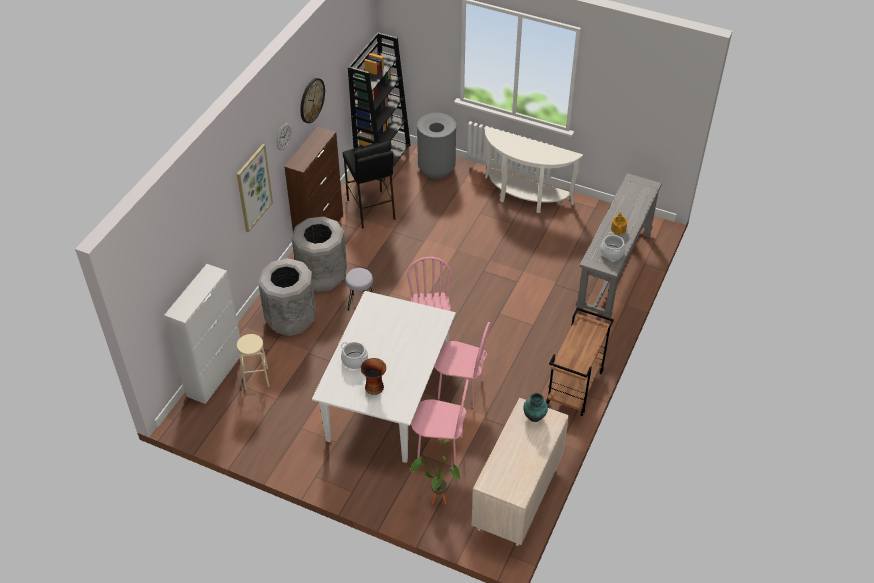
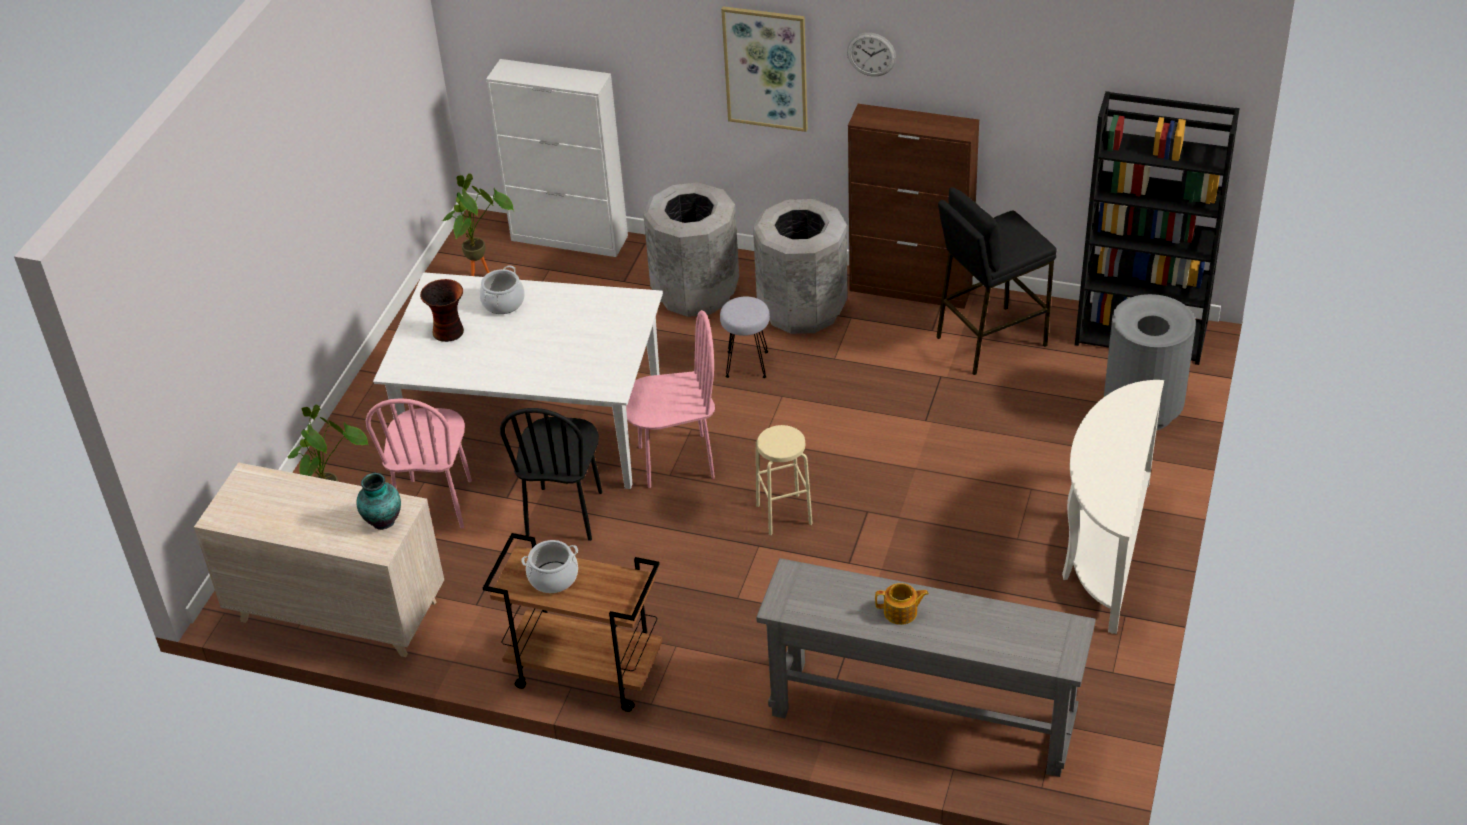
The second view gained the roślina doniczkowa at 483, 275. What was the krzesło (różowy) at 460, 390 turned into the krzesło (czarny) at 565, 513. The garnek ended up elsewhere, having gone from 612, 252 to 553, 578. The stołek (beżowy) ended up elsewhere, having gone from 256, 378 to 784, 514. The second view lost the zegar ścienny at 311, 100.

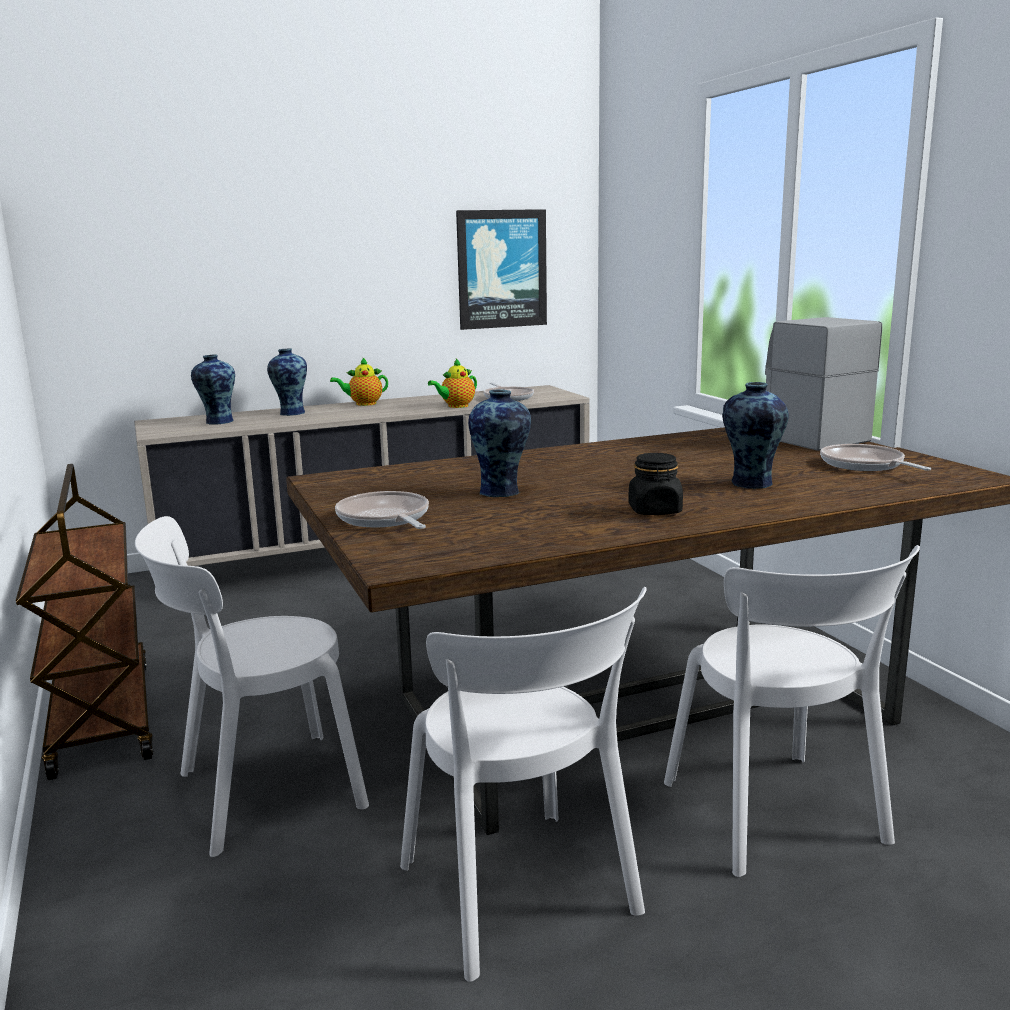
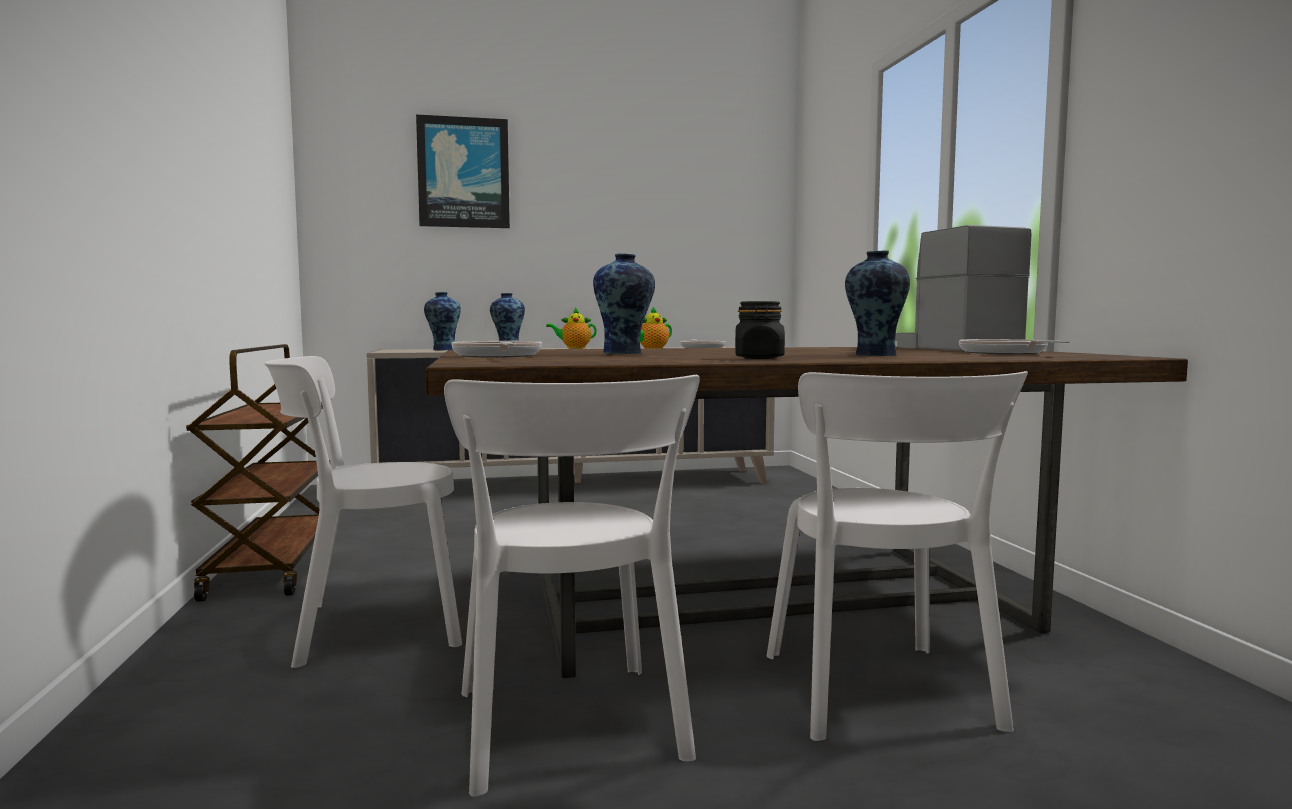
The obraz ended up elsewhere, having gone from 501, 269 to 463, 173.

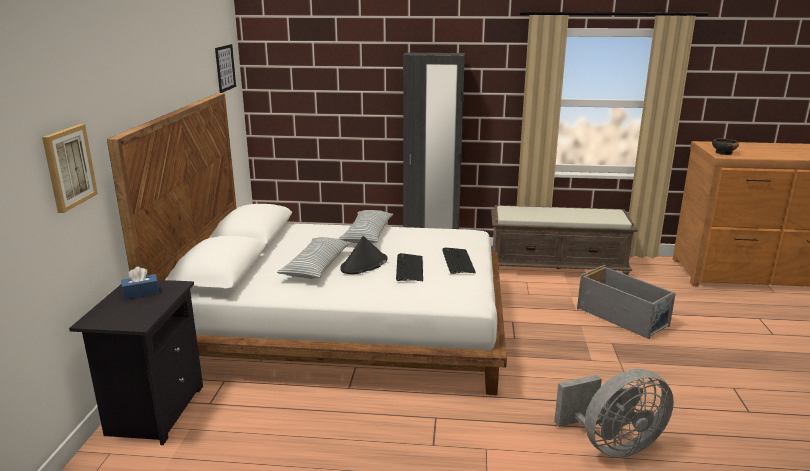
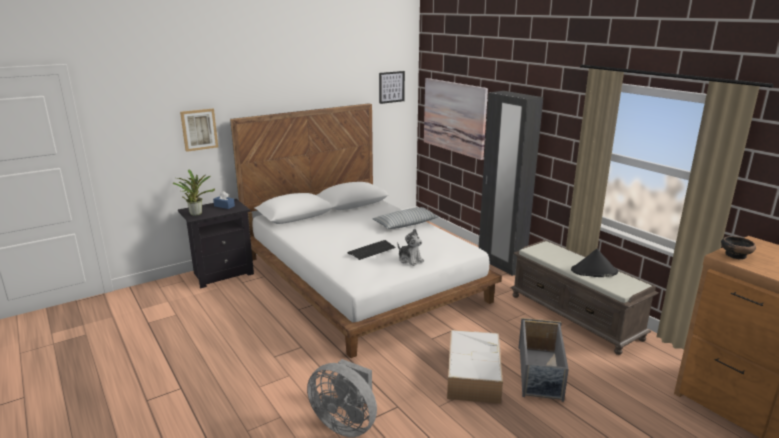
The second view gained the roślina doniczkowa at 196, 213. Where the klawiatura stood at 457, 261, the pluszak came to stand at 410, 260. The second view gained the obraz at 454, 117. The second view gained the pojemnik do przechowywania at 473, 373. The kapelusz (czarny) ended up elsewhere, having gone from 364, 264 to 594, 271. The second view lost the poduszka at 316, 266.

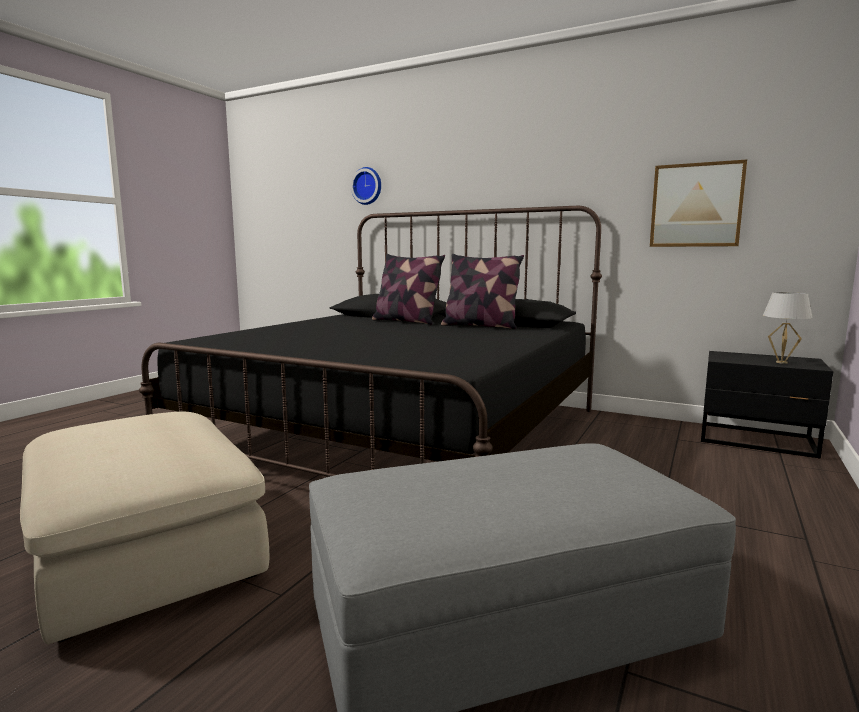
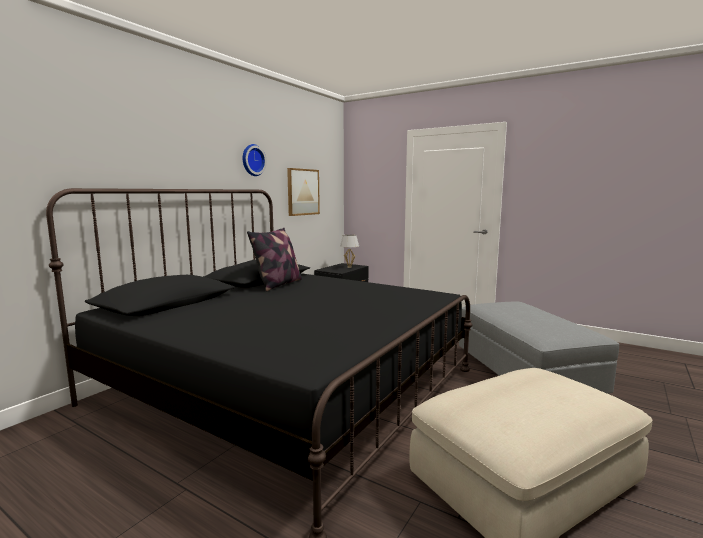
The zegar ścienny ended up elsewhere, having gone from 367, 186 to 252, 160. The second view lost the poduszka at 406, 321.

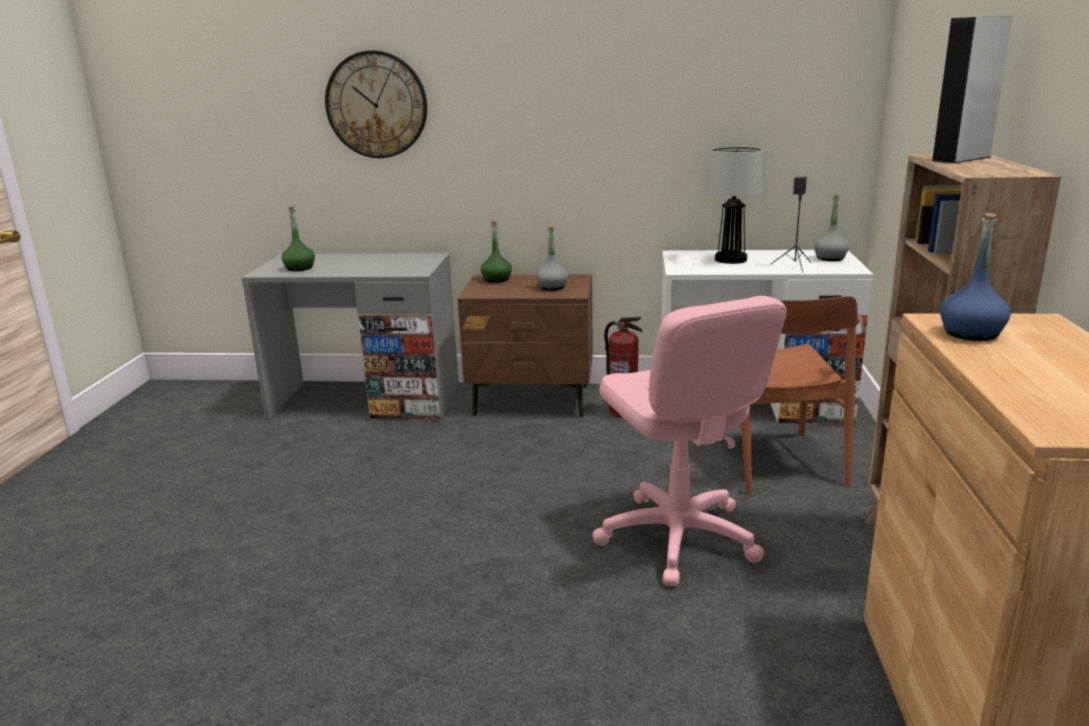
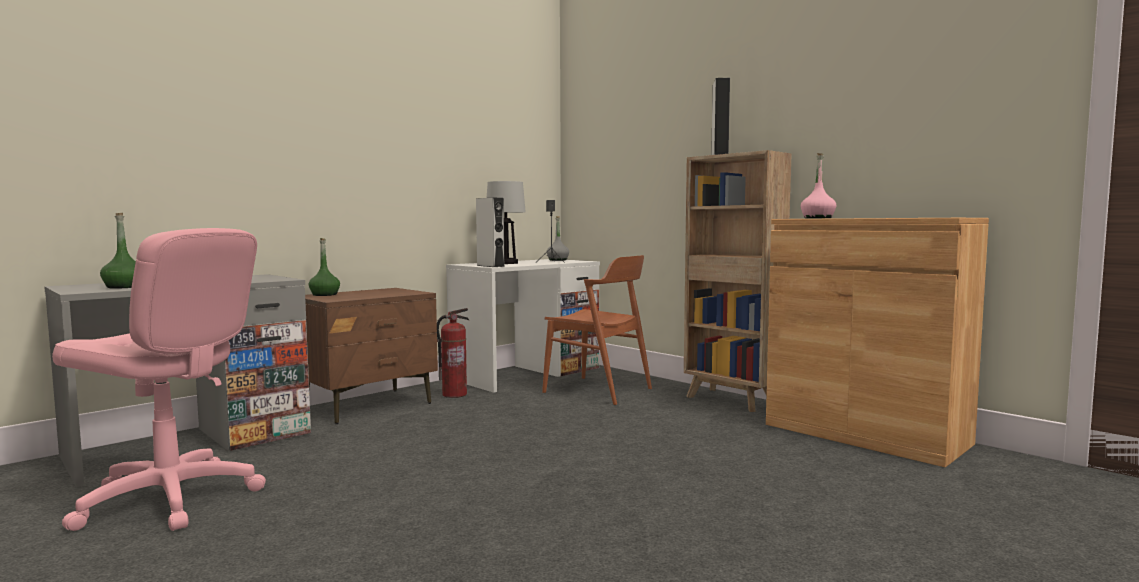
The krzesło biurowe (różowy) ended up elsewhere, having gone from 677, 538 to 169, 499. The second view gained the głośnik (szary) at 490, 266. What was the butelka (niebieski) at 971, 333 turned into the butelka (różowy) at 818, 218. The second view lost the zegar ścienny at 376, 105. The second view lost the butelka (szary) at 552, 287.

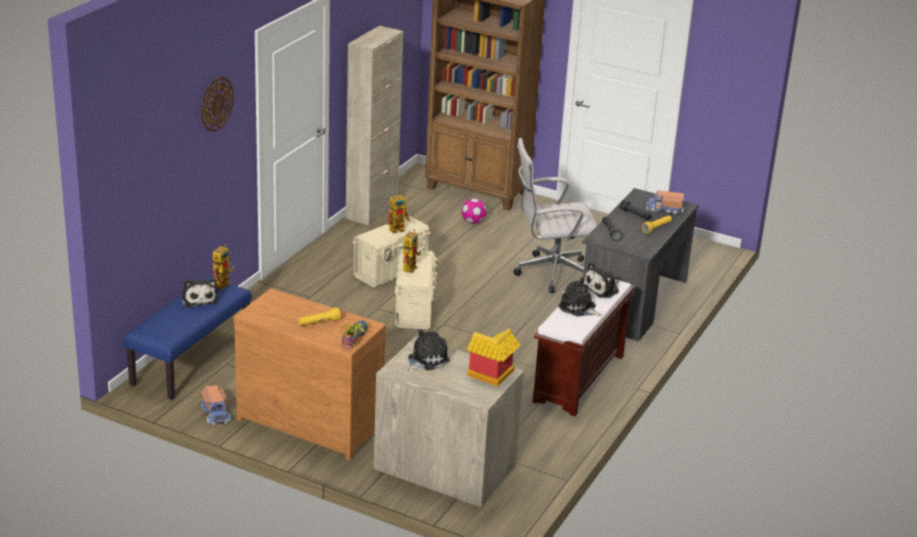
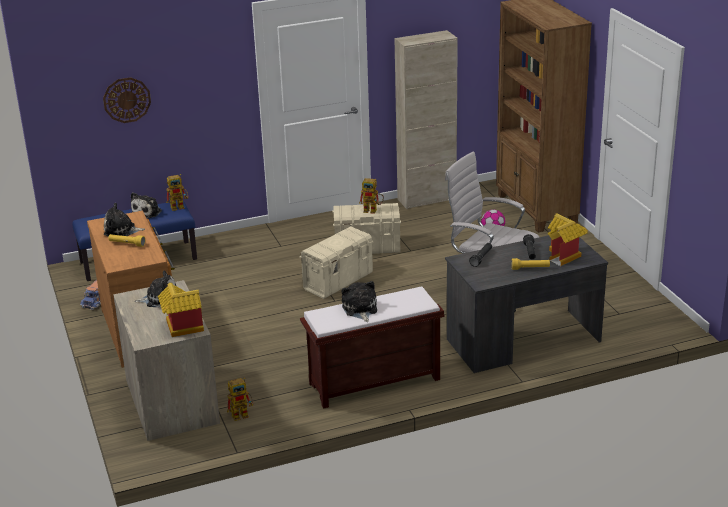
The zegar ścienny ended up elsewhere, having gone from 216, 104 to 127, 100. The pluszak ended up elsewhere, having gone from 602, 289 to 121, 230. The robot zabawkowy ended up elsewhere, having gone from 410, 267 to 243, 414. Where the ciężarówka zabawkowa stood at 664, 210, the domek came to stand at 565, 256. The second view lost the but at 354, 337.

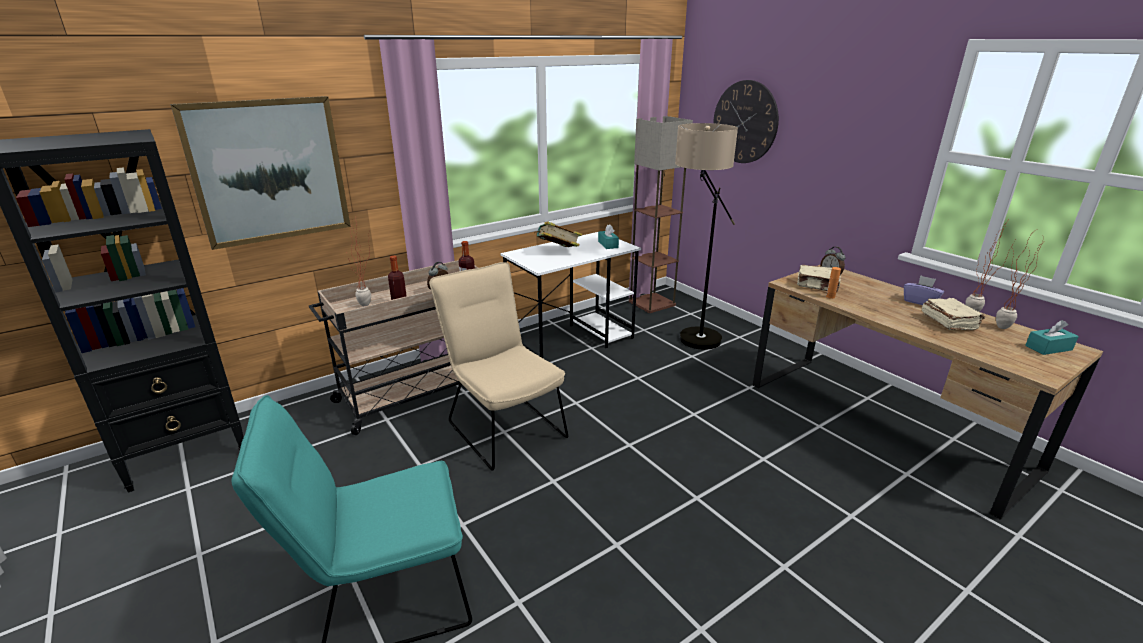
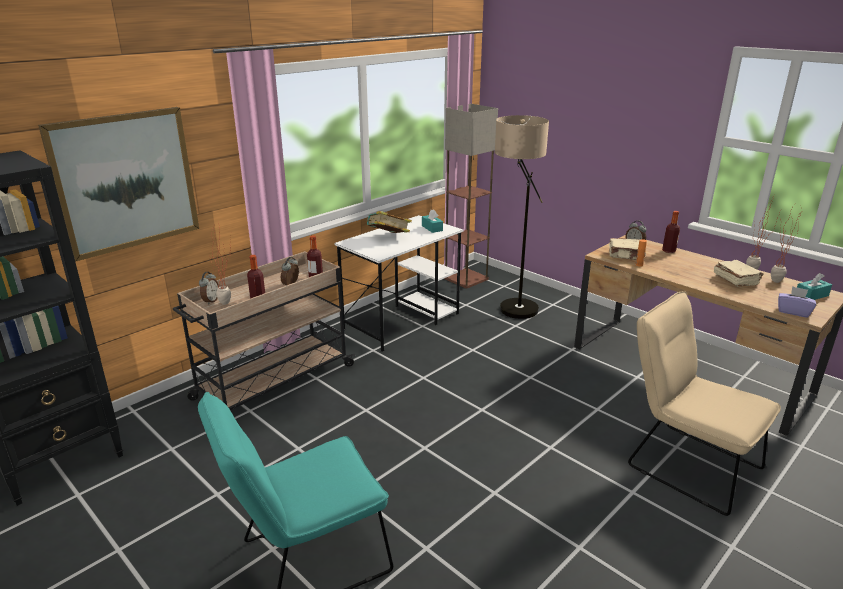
The second view gained the budzik at 211, 301. The krzesło (beżowy) ended up elsewhere, having gone from 502, 425 to 685, 463. The second view gained the butelka at 668, 251. The pudełko chusteczek (fioletowy) ended up elsewhere, having gone from 920, 302 to 793, 312. The second view lost the zegar ścienny at 745, 122.

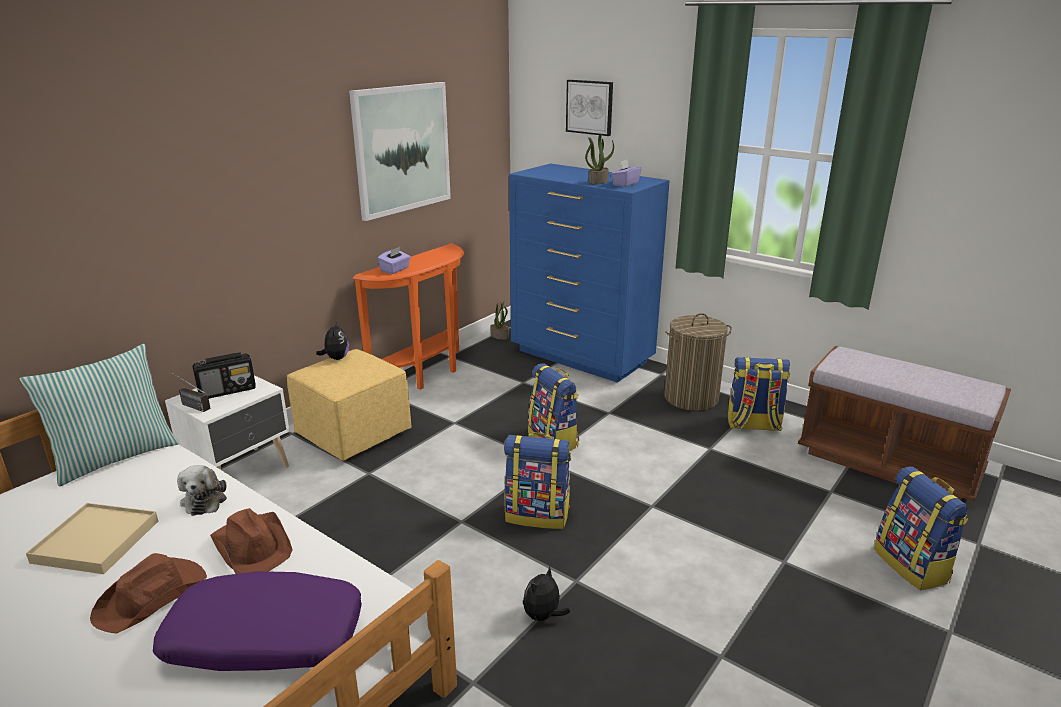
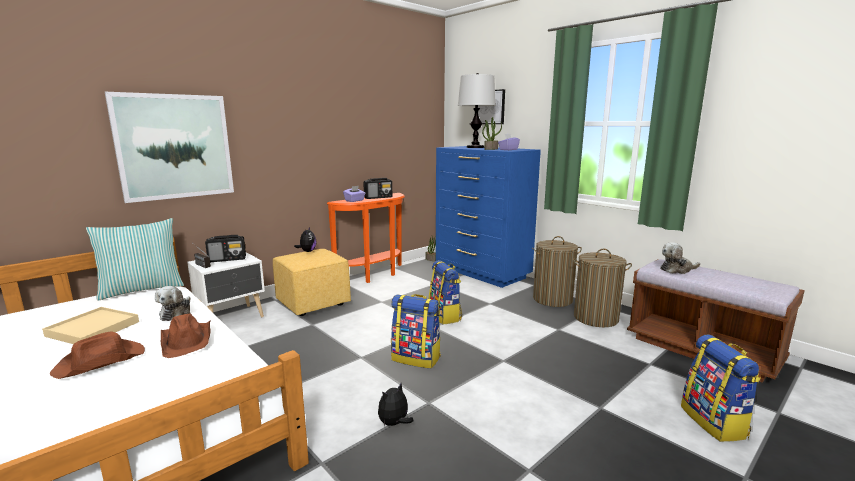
The obraz ended up elsewhere, having gone from 402, 149 to 175, 147. The second view gained the radio at 378, 197. The second view gained the lampa stołowa at 475, 147. Where the plecak stood at 753, 425, the kosz na pranie came to stand at 595, 318. The second view gained the pluszak at 677, 270. The second view lost the poduszka (fioletowy) at 264, 639.

